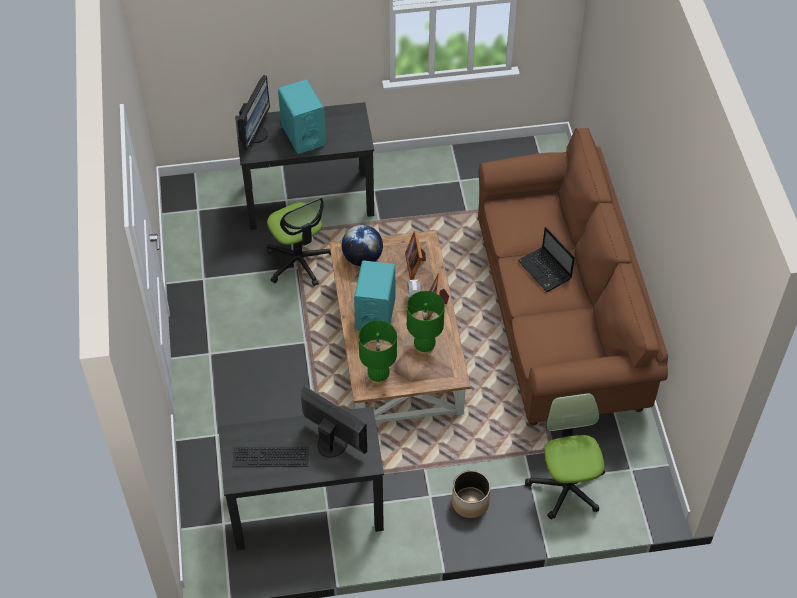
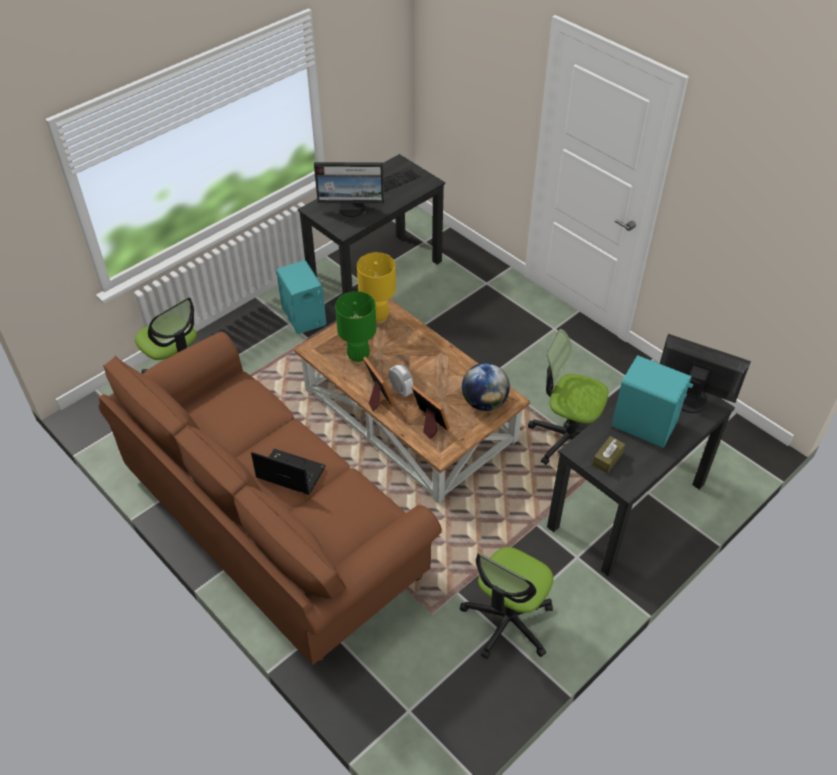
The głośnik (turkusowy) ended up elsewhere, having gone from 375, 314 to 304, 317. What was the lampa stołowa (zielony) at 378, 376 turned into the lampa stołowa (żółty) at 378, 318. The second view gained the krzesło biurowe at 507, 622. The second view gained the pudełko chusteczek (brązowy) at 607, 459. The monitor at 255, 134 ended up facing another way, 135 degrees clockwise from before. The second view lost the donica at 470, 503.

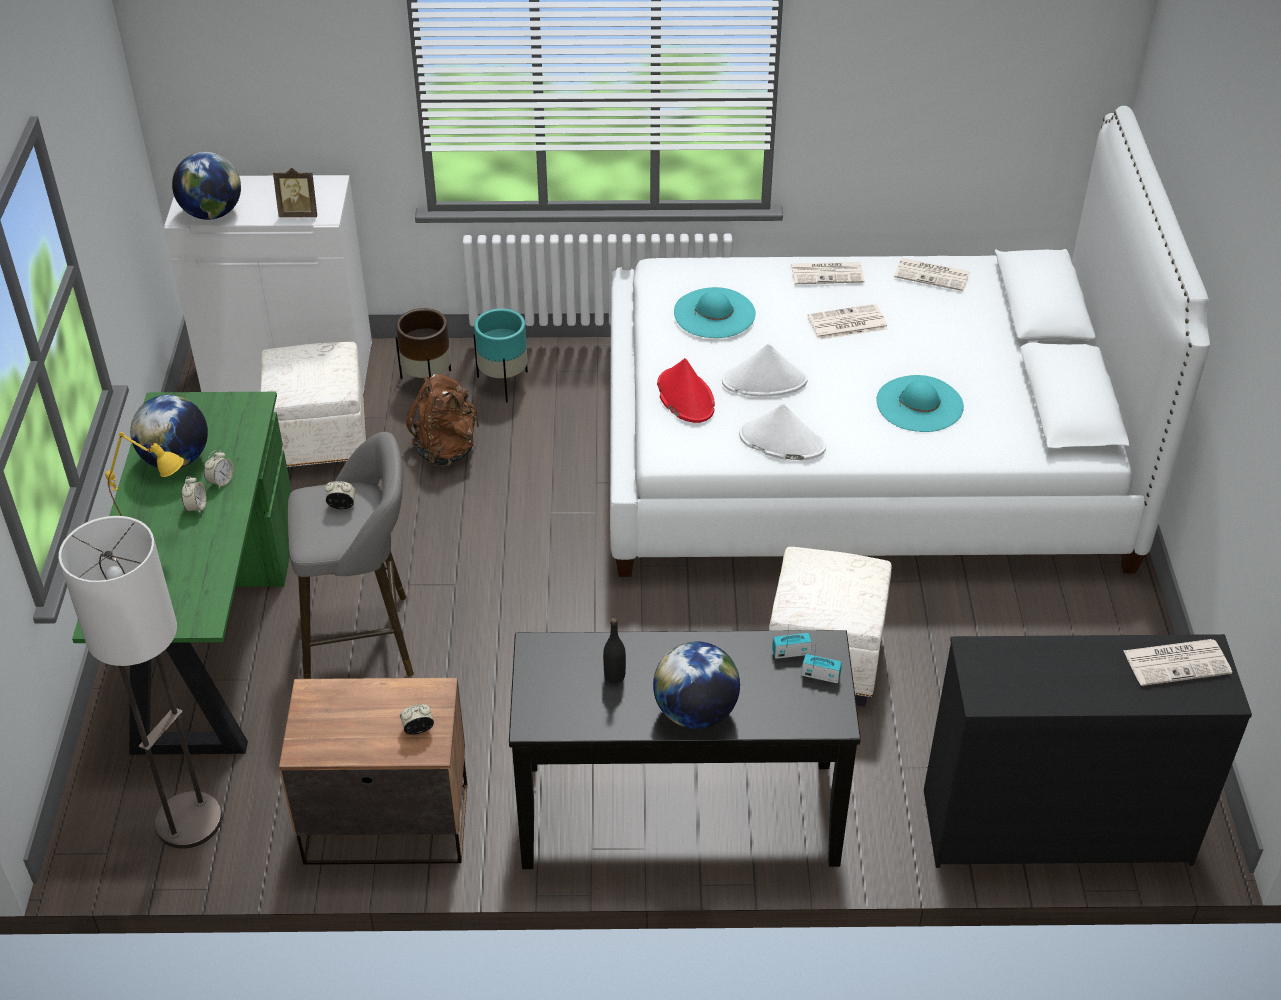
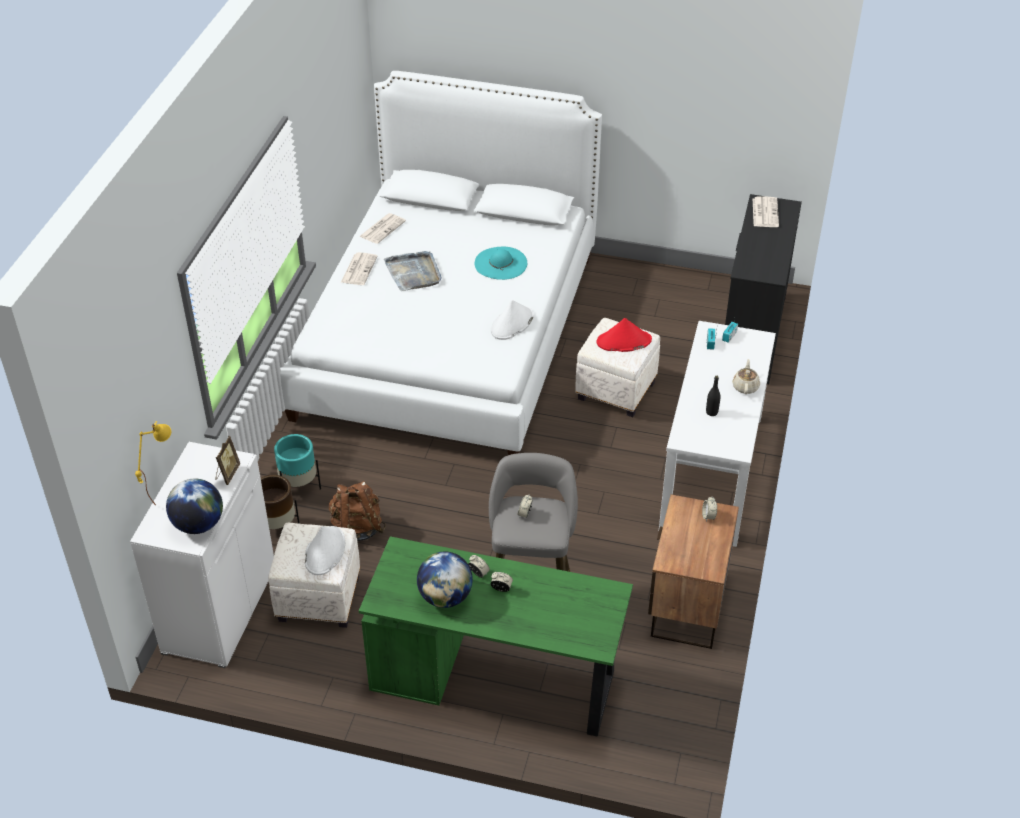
The lampa stołowa (żółty) ended up elsewhere, having gone from 160, 529 to 160, 489. The kapelusz (biały) ended up elsewhere, having gone from 764, 381 to 325, 551. Where the gazeta stood at 846, 323, the taca (szary) came to stand at 414, 273. The kapelusz (czerwony) ended up elsewhere, having gone from 685, 396 to 623, 341. What was the stolik konsolowy (czarny) at 679, 815 turned into the stolik konsolowy (biały) at 712, 473. Where the globus stood at 695, 712, the imbryk (beżowy) came to stand at 745, 386. The second view lost the lampa stojąca at 188, 821. The second view lost the kapelusz (turkusowy) at 714, 313.

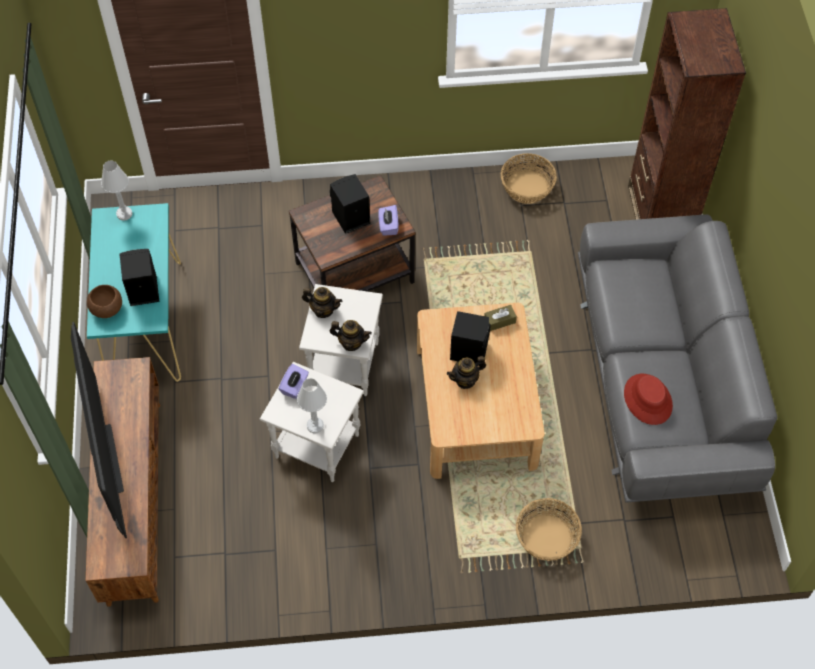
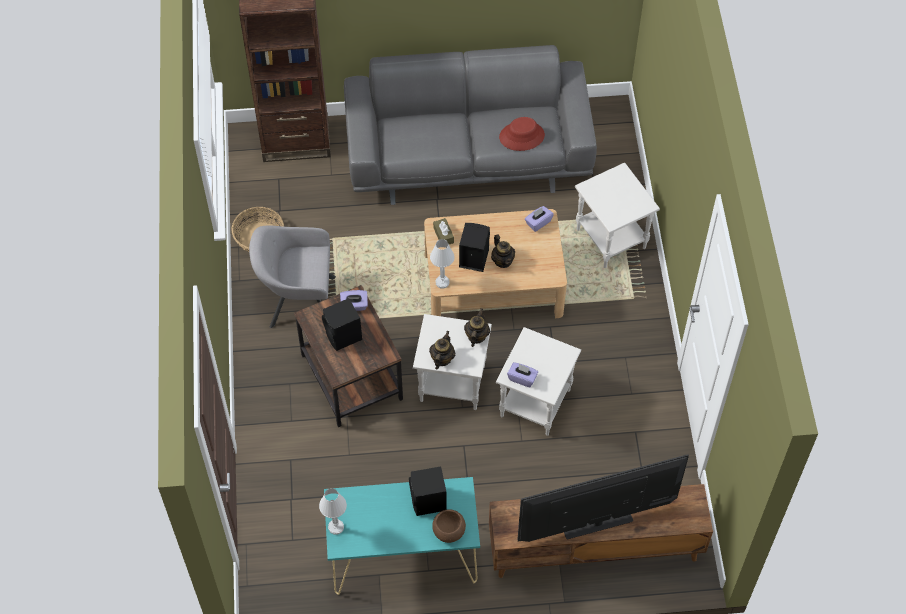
The second view gained the fotel (szary) at 298, 301. The lampa stołowa (biały) ended up elsewhere, having gone from 315, 425 to 442, 282. The second view gained the pudełko chusteczek (fioletowy) at 538, 222. Where the koszyk stood at 546, 537, the stolik (biały) came to stand at 612, 239.

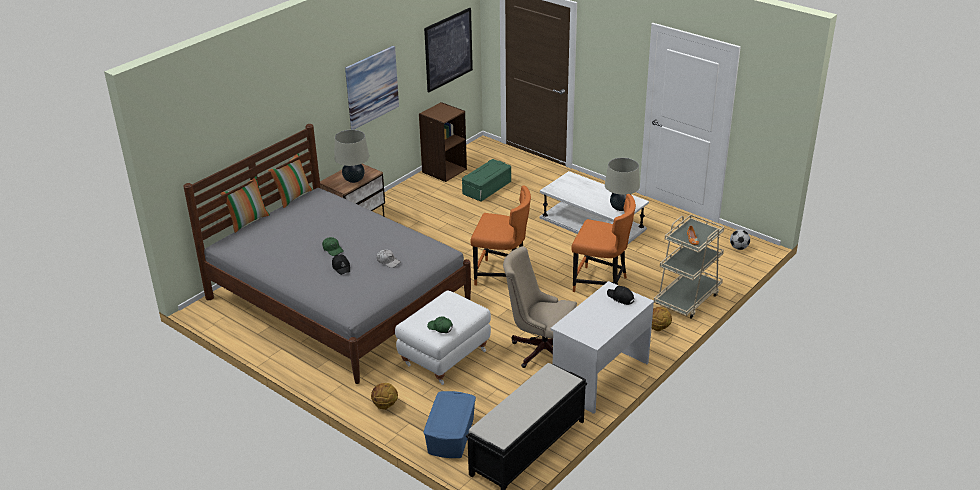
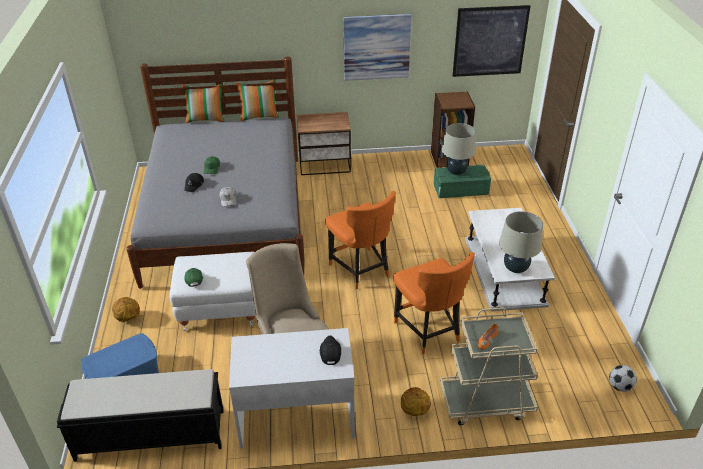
The lampa stołowa (beżowy) ended up elsewhere, having gone from 354, 180 to 456, 172.

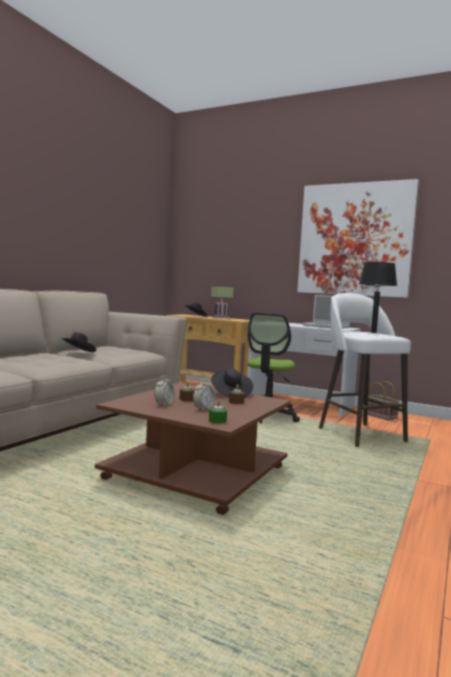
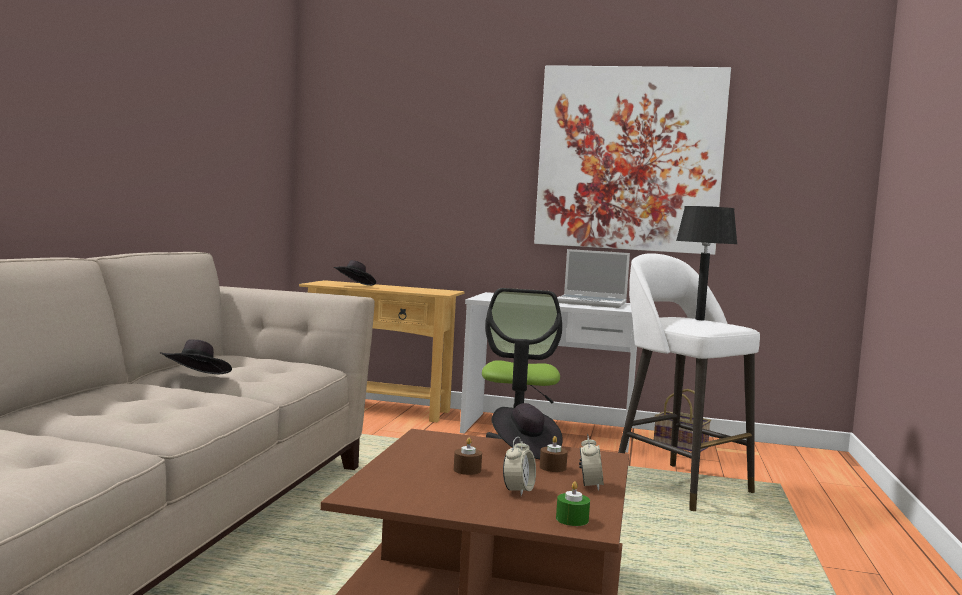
The budzik ended up elsewhere, having gone from 164, 404 to 590, 485. The second view lost the lampa stołowa at 221, 318.

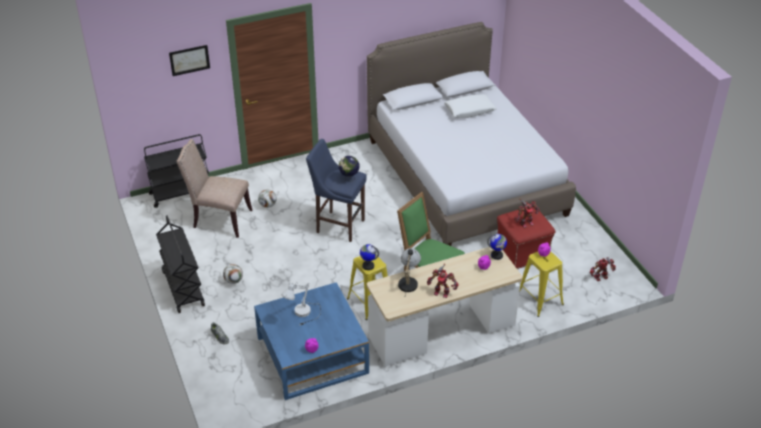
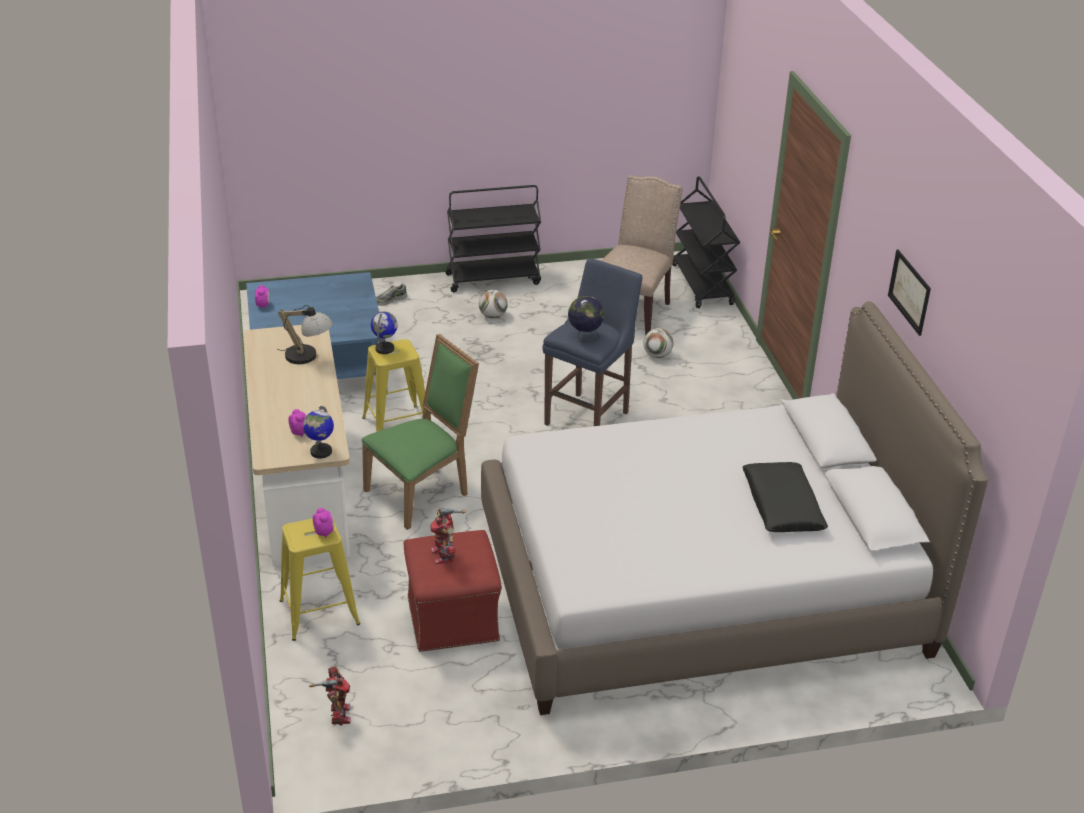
What was the poduszka (biały) at 469, 110 turned into the poduszka (czarny) at 782, 506. The obraz ended up elsewhere, having gone from 189, 60 to 909, 291. The second view lost the lampa stołowa (biały) at 304, 315. The second view lost the robot zabawkowy at 442, 292.

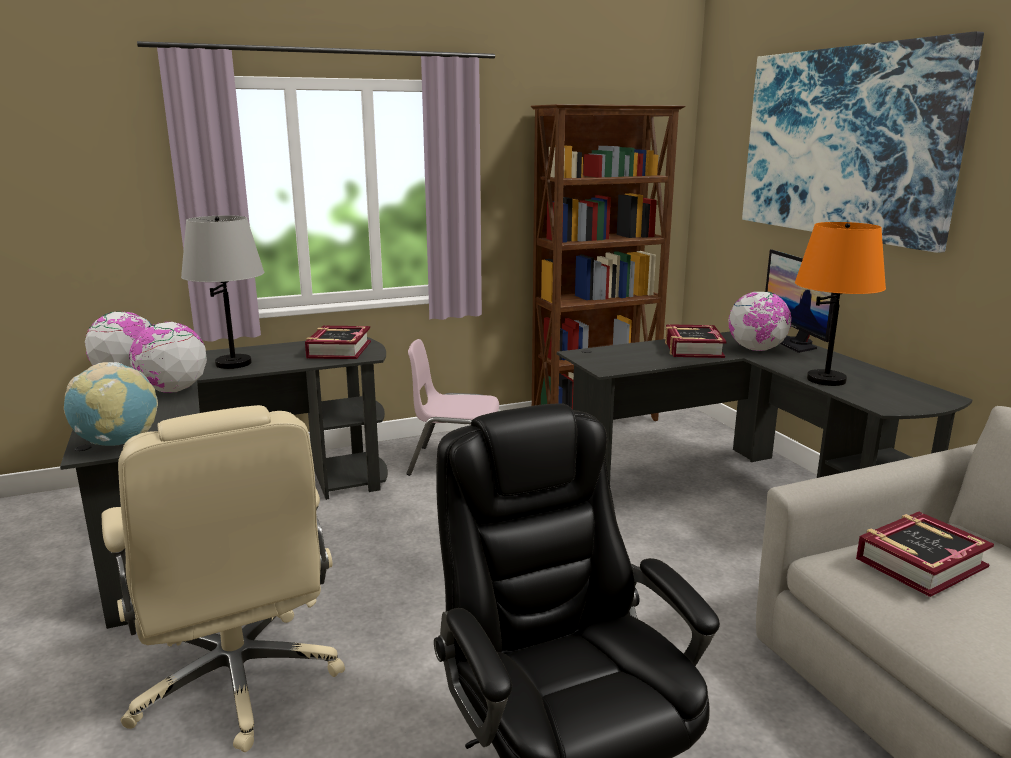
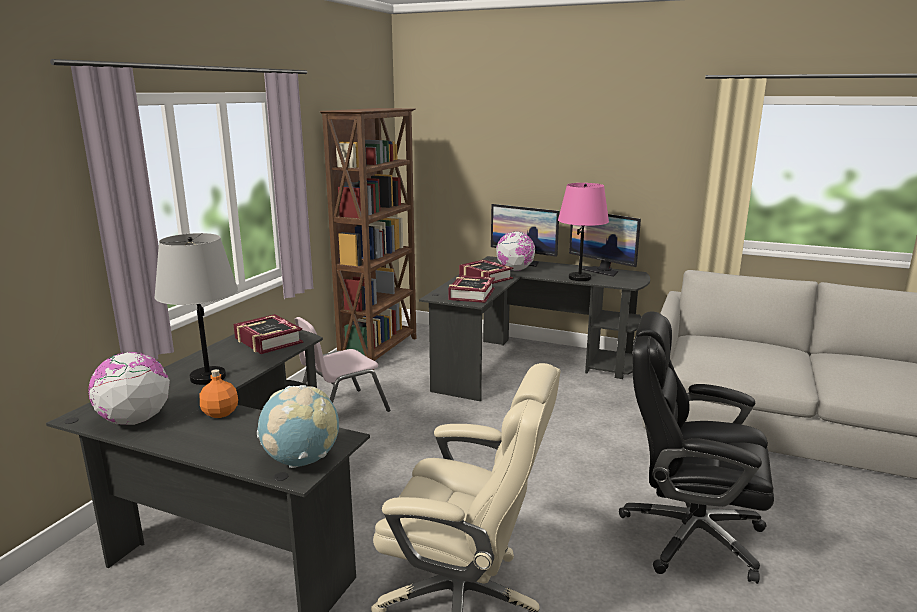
Where the globus stood at 173, 390, the butelka (pomarańczowy) came to stand at 220, 413. The książka ended up elsewhere, having gone from 920, 562 to 471, 294. What was the lampa stołowa (pomarańczowy) at 826, 380 turned into the lampa stołowa (różowy) at 579, 278. The second view gained the monitor at 602, 271. The second view lost the obraz at 844, 143.

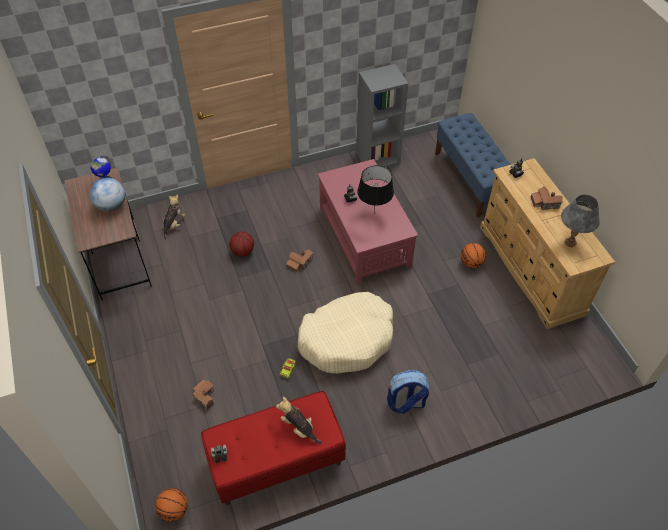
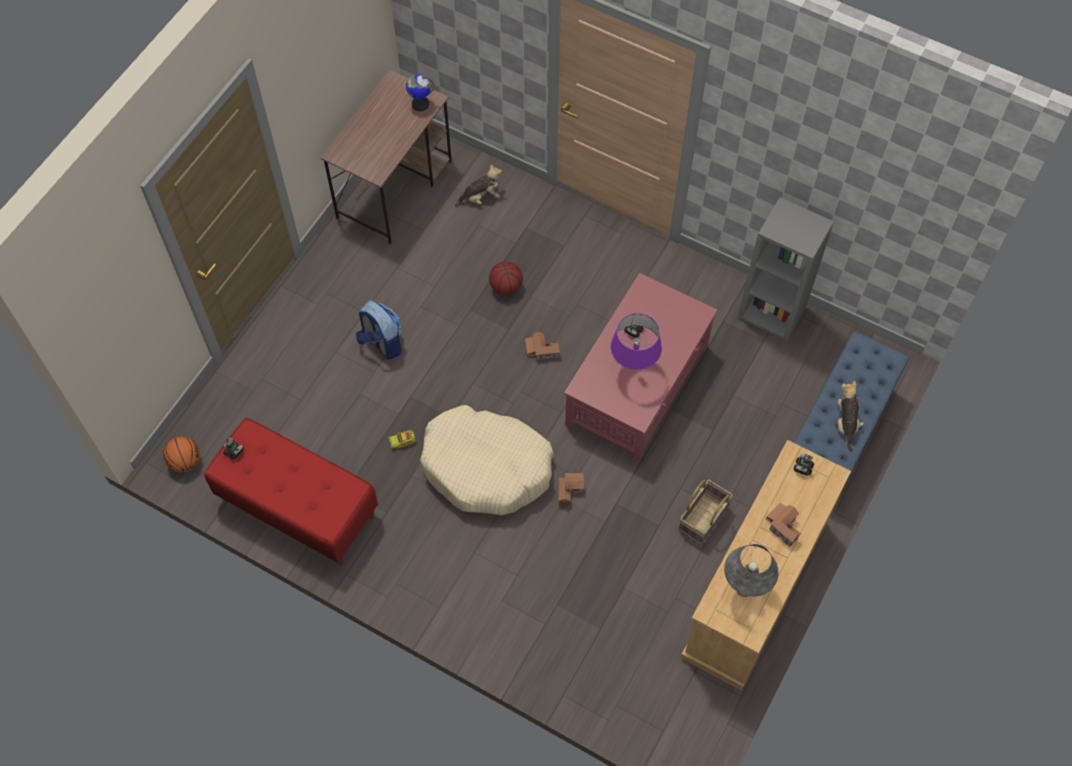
The plecak ended up elsewhere, having gone from 406, 403 to 381, 343. The domek ended up elsewhere, having gone from 205, 395 to 570, 490. What was the lampa stołowa (czarny) at 374, 214 turned into the lampa stołowa (fioletowy) at 633, 369. Where the piłka do koszykówki stood at 471, 263, the koszyk came to stand at 703, 519. The pluszak ended up elsewhere, having gone from 299, 428 to 846, 423. The second view lost the globus at 111, 206.

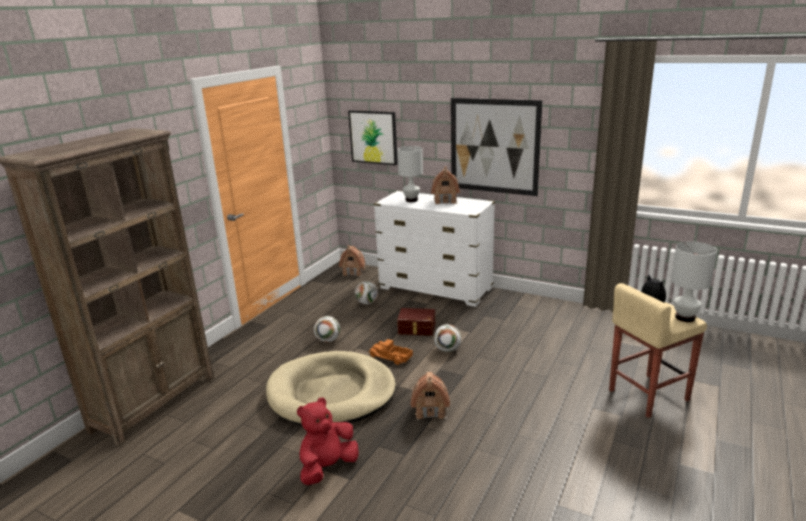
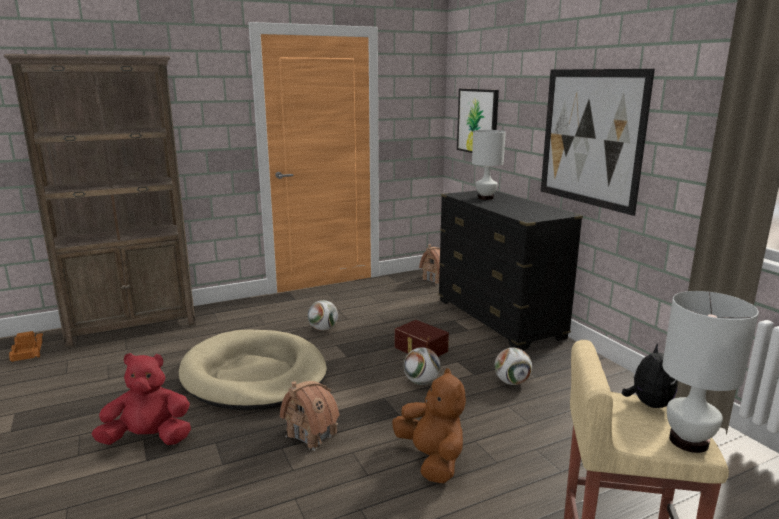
The ciężarówka zabawkowa ended up elsewhere, having gone from 390, 357 to 27, 353. The second view gained the pluszak (brązowy) at 432, 459. What was the komoda (biały) at 436, 289 turned into the komoda (czarny) at 499, 319. The piłka futbolowa ended up elsewhere, having gone from 367, 303 to 512, 382. The second view lost the domek at 445, 201.

